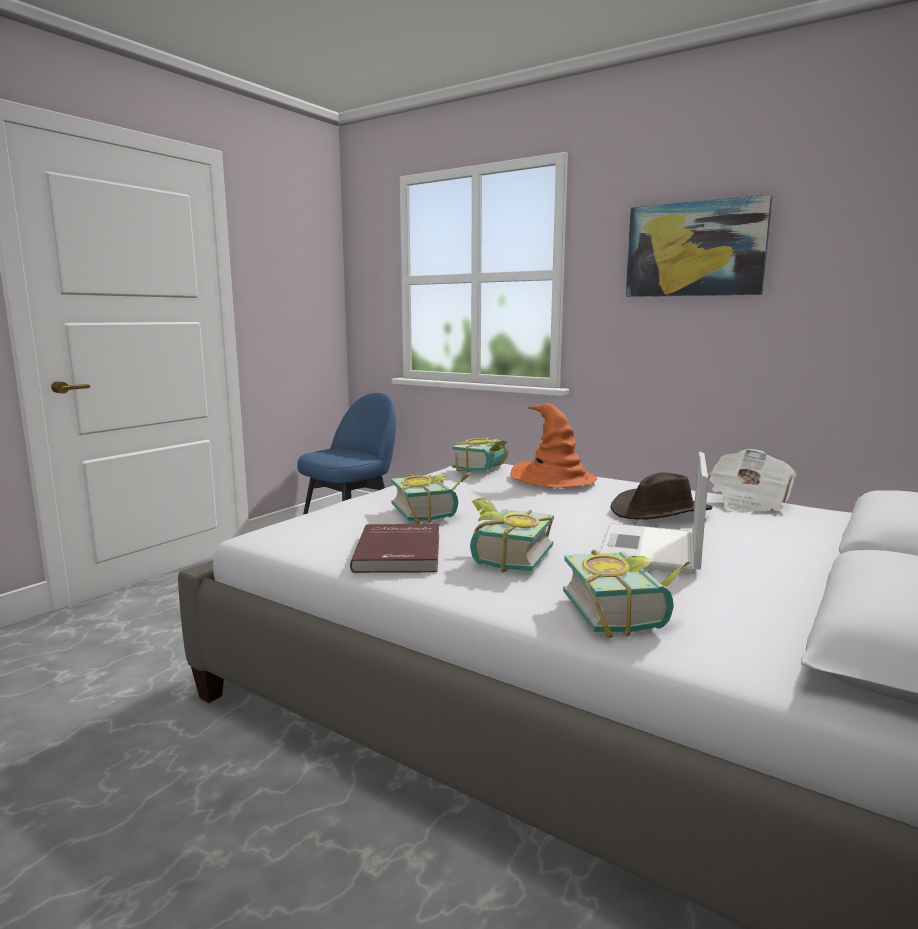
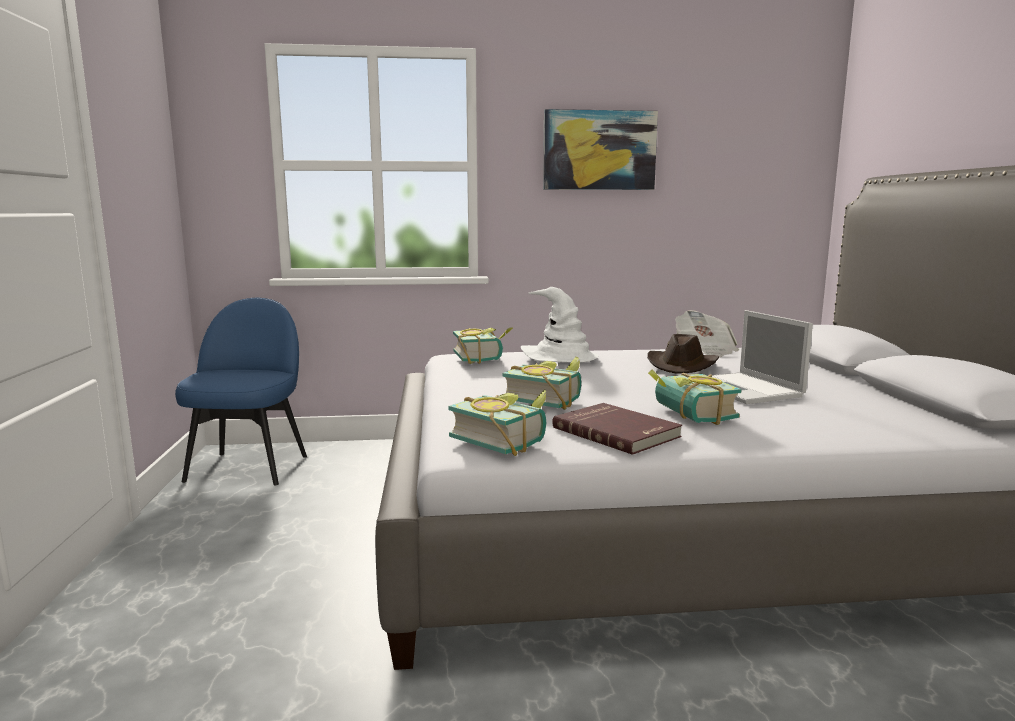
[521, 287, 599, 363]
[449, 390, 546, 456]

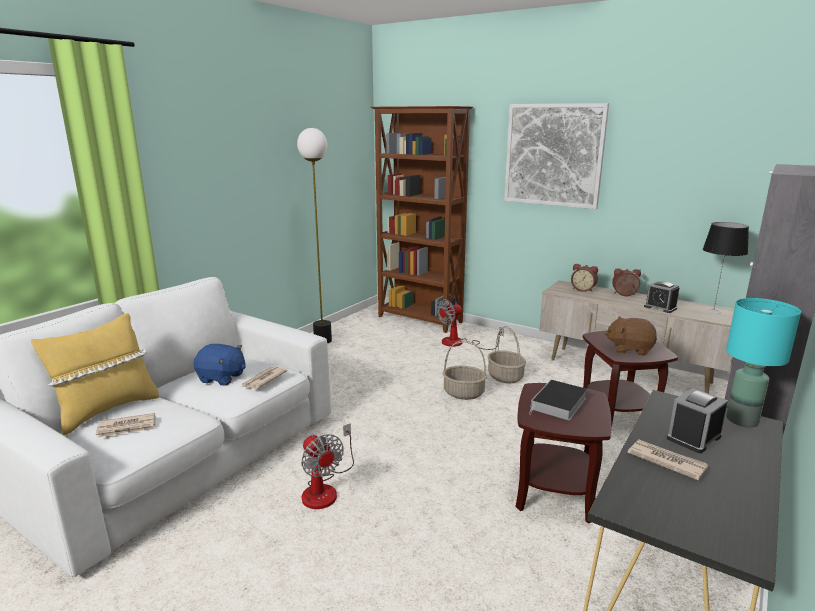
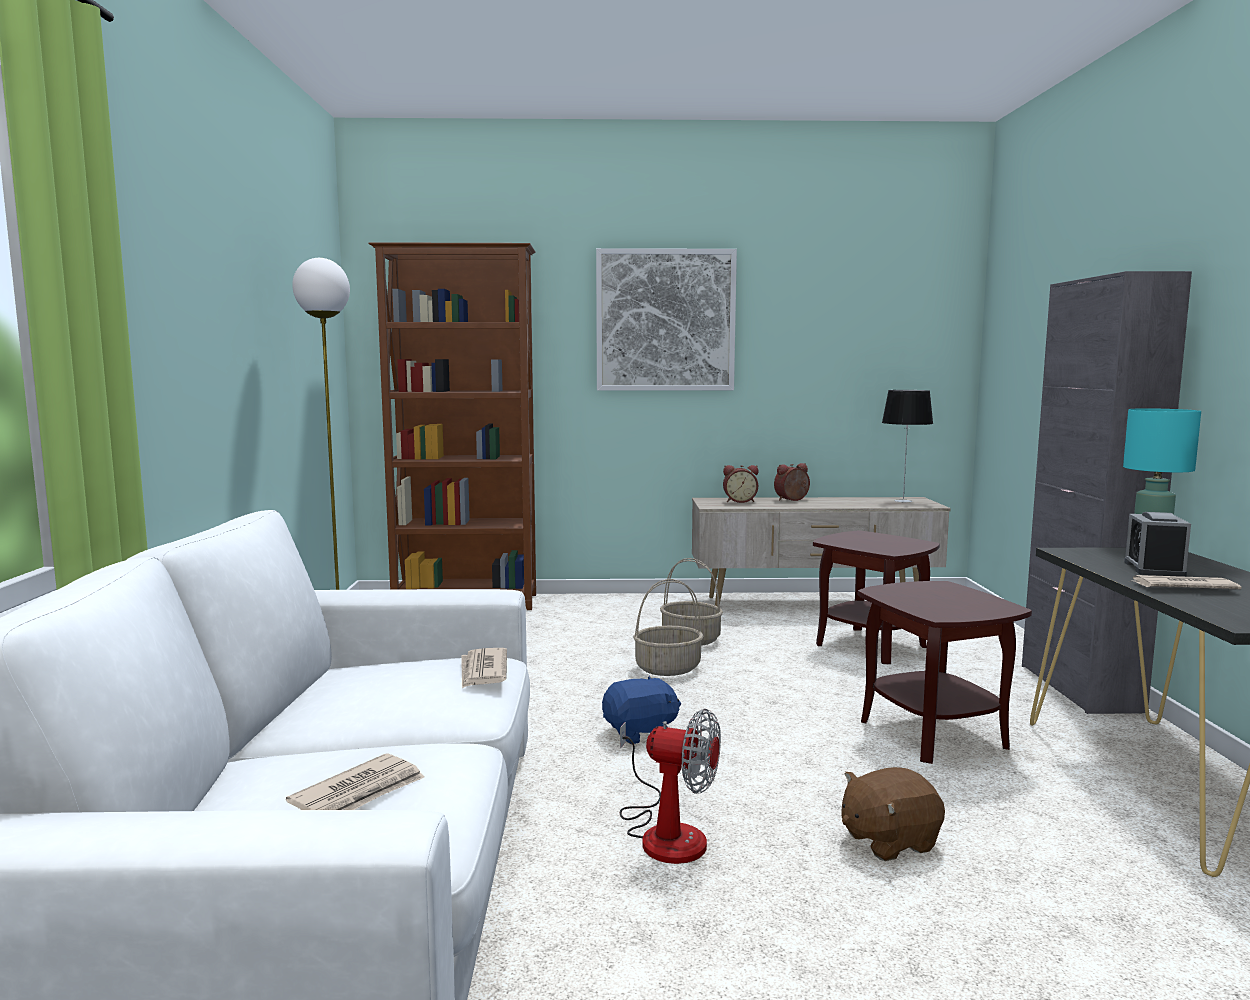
[31, 313, 159, 435] (first image)
[602, 675, 681, 744]
[437, 299, 504, 350] (first image)
[529, 380, 587, 420] (first image)
[842, 767, 945, 861]
[644, 281, 679, 313] (first image)

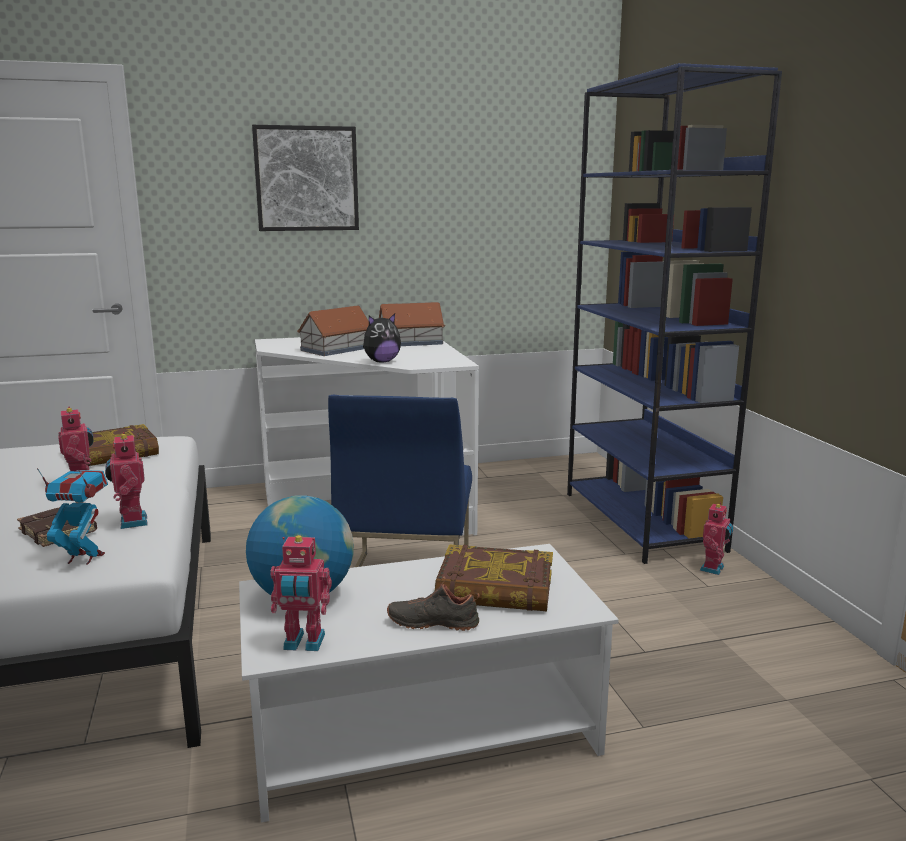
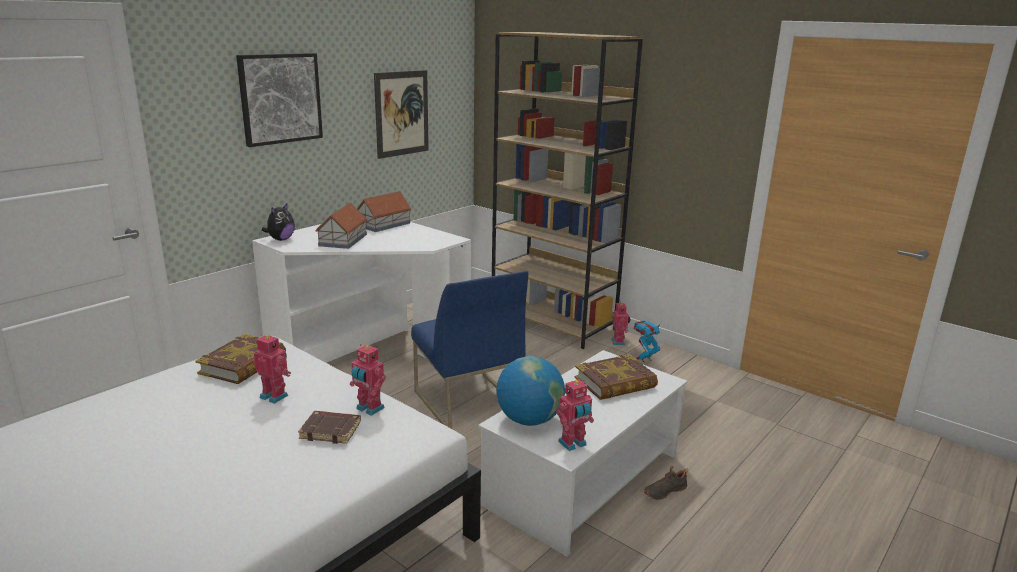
[633, 321, 662, 363]
[262, 203, 295, 241]
[644, 465, 688, 500]
[492, 32, 643, 349]
[374, 70, 429, 159]

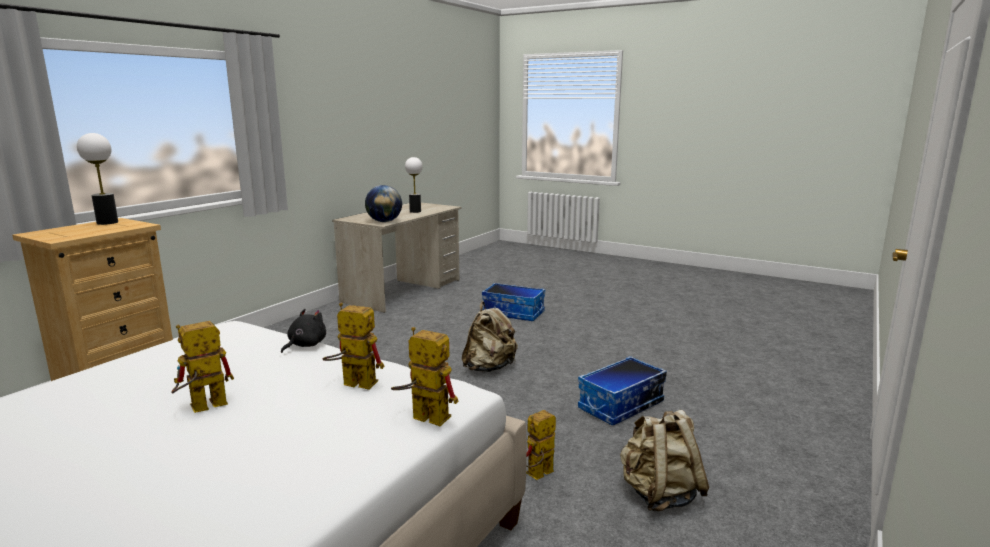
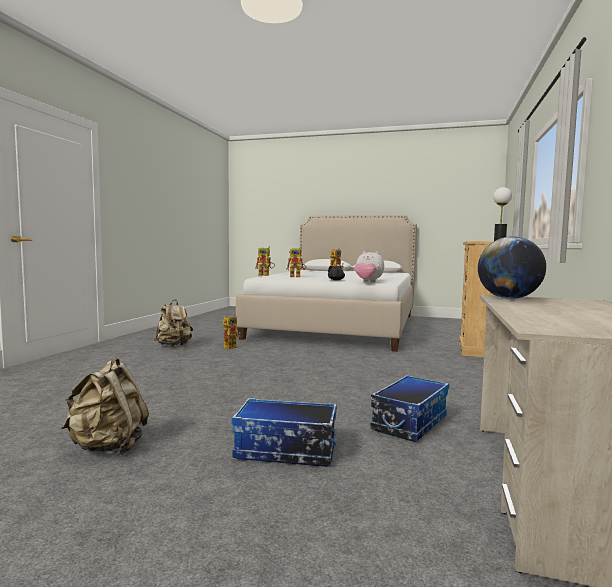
[405, 157, 423, 213] (first image)
[61, 357, 149, 455]
[370, 375, 449, 442]
[355, 251, 384, 282]

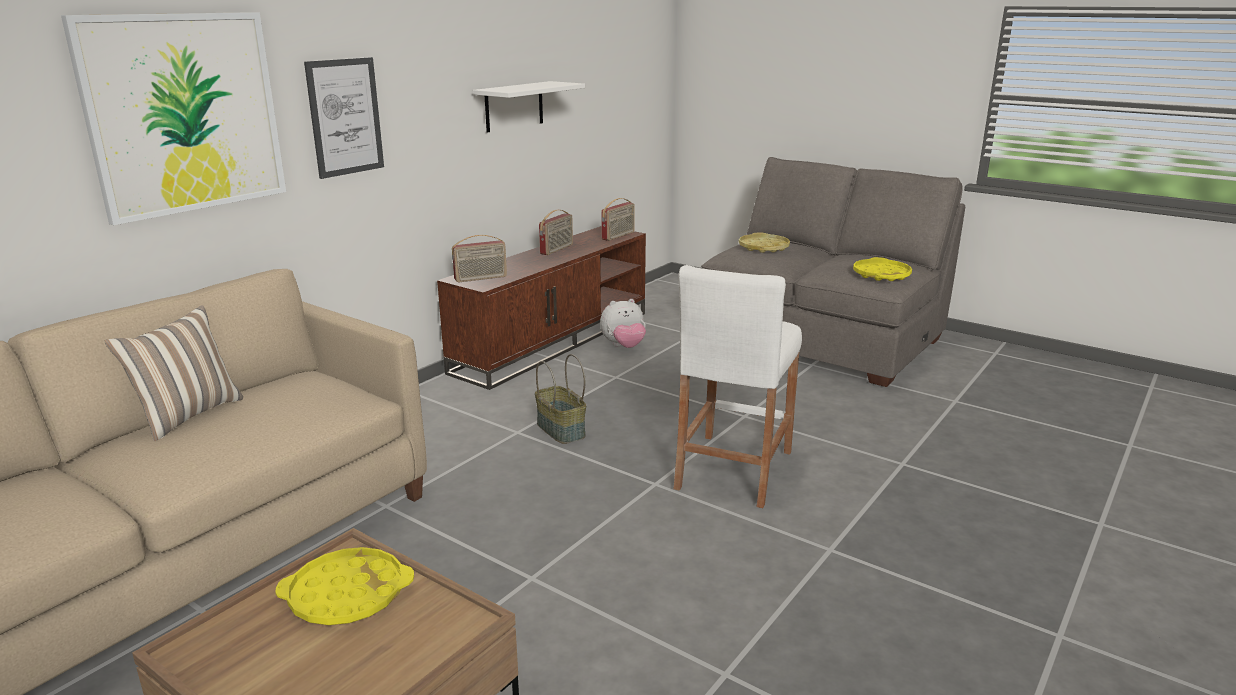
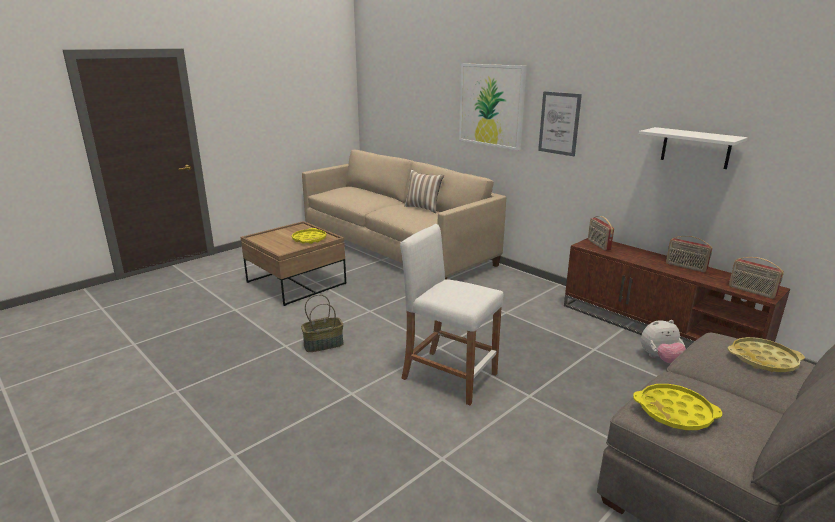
[301, 294, 344, 352]
[641, 320, 686, 363]

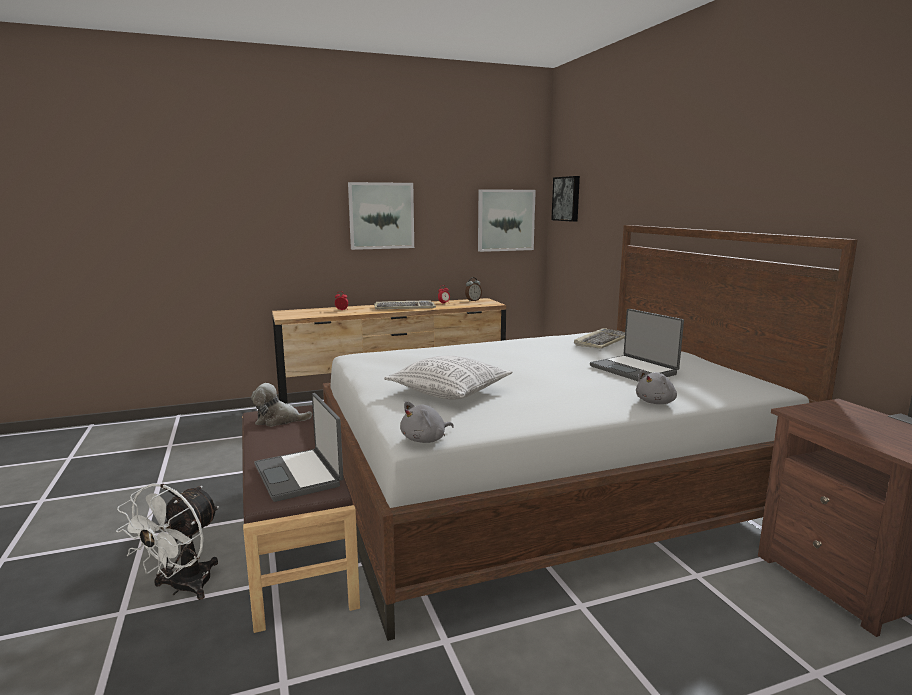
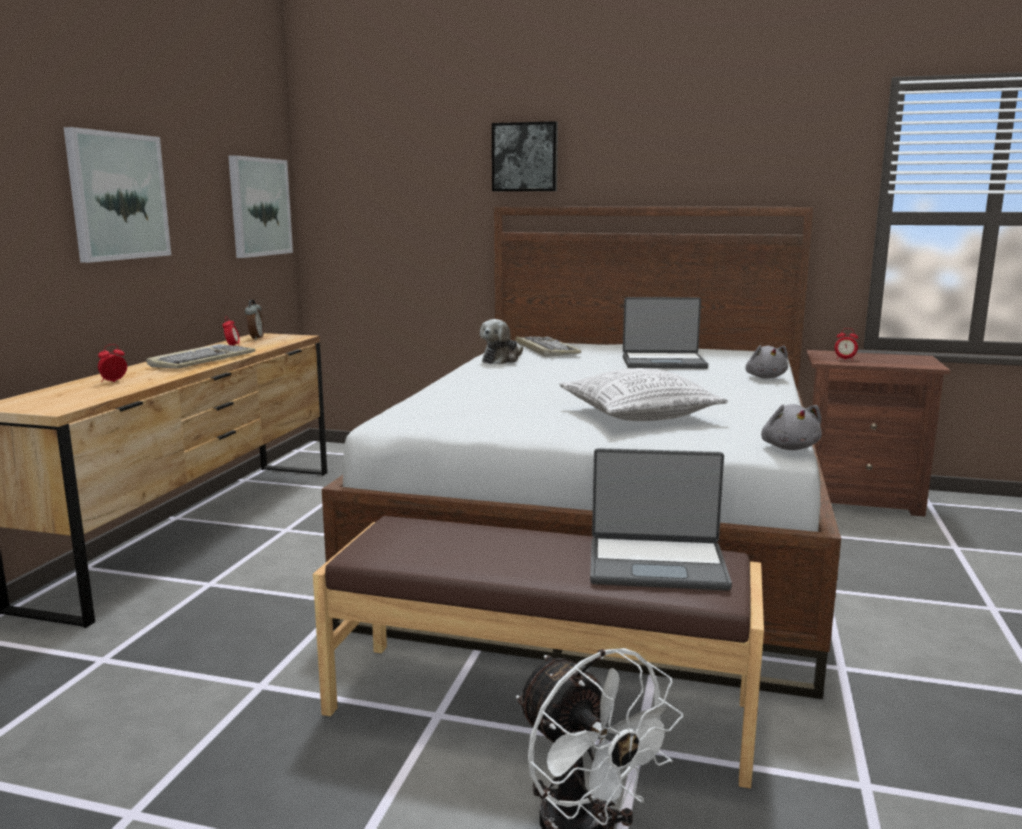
[480, 319, 523, 365]
[492, 121, 558, 191]
[835, 328, 858, 360]

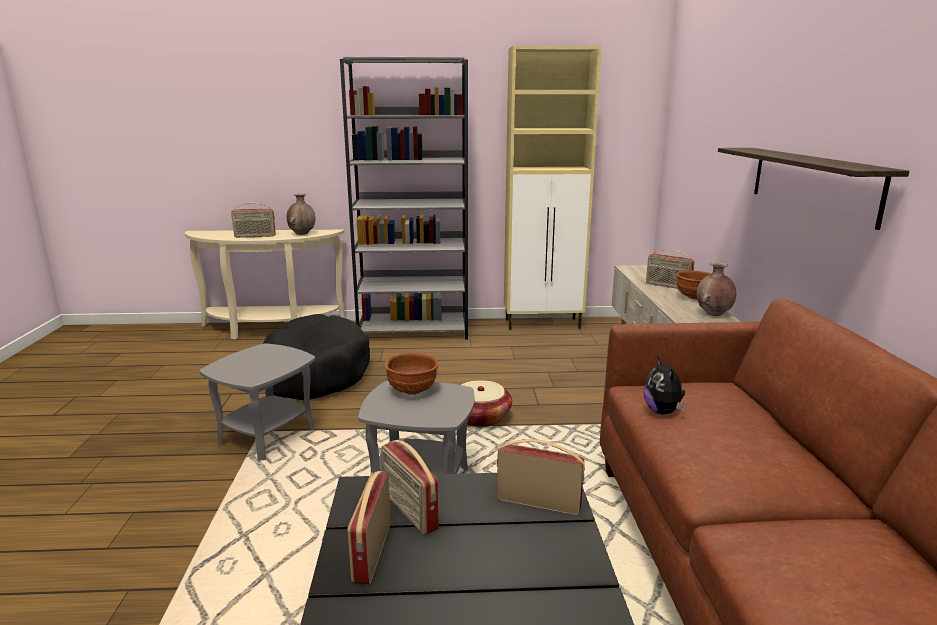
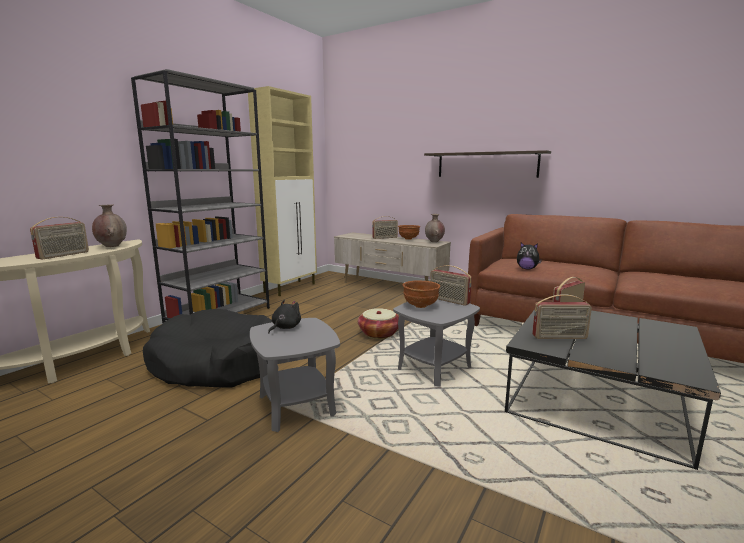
[430, 265, 472, 306]
[268, 300, 301, 333]

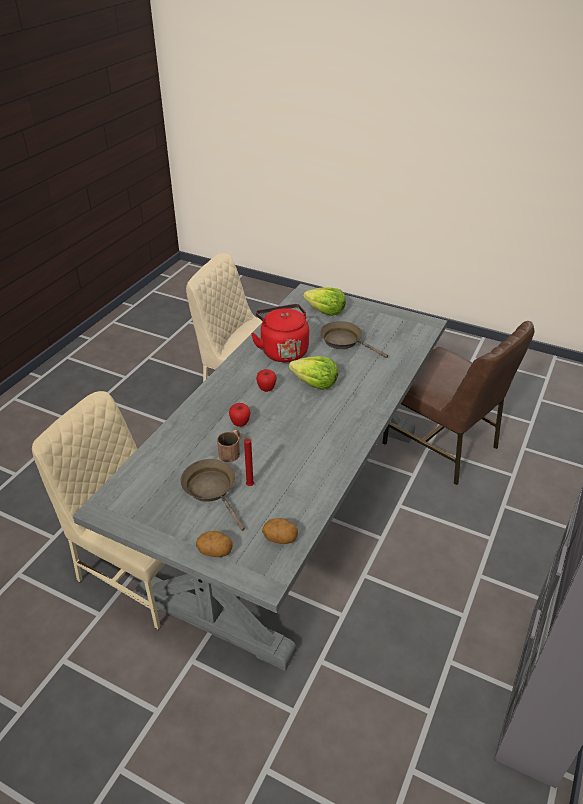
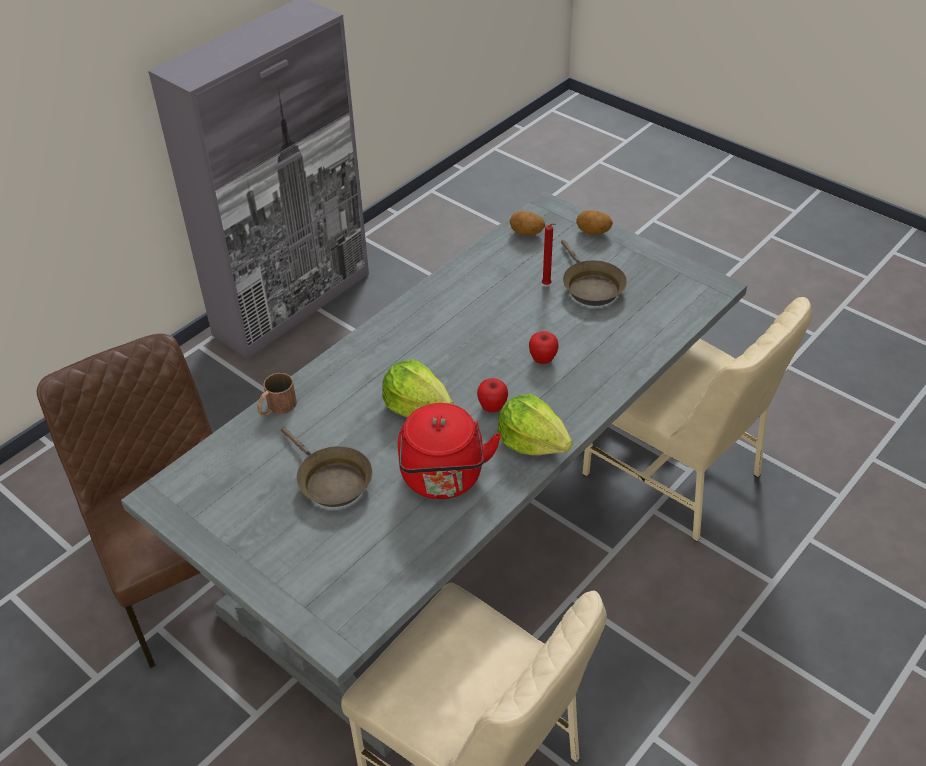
[257, 373, 297, 416]
[498, 394, 573, 455]

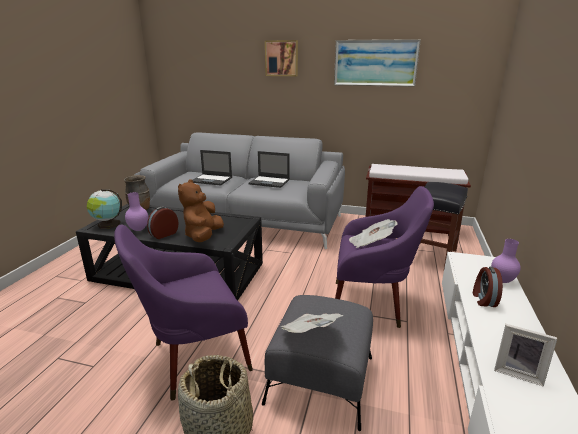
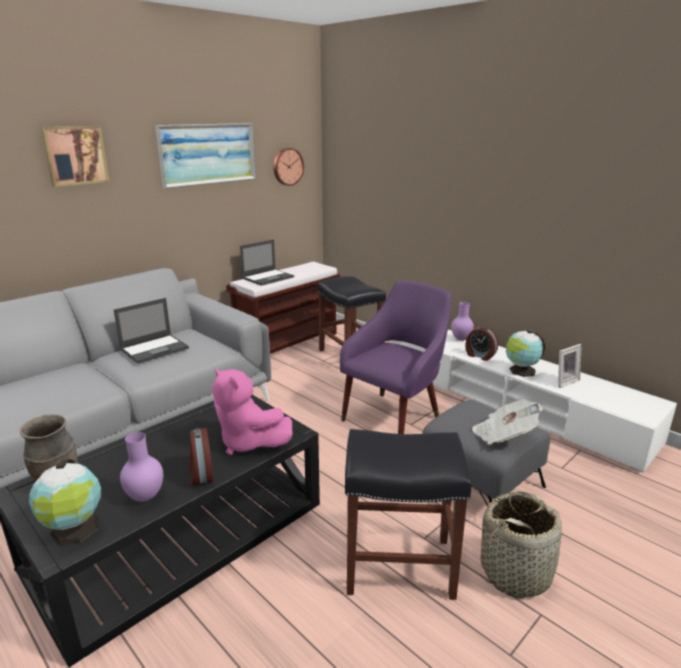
[345, 429, 471, 600]
[213, 368, 292, 455]
[240, 240, 294, 286]
[349, 219, 398, 248] (first image)
[273, 148, 304, 186]
[506, 330, 545, 377]

